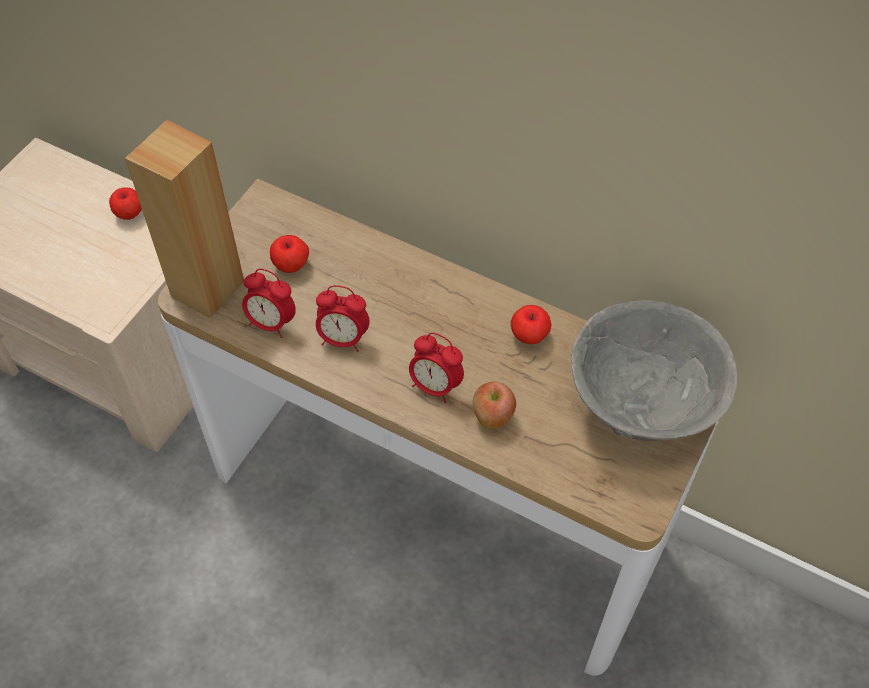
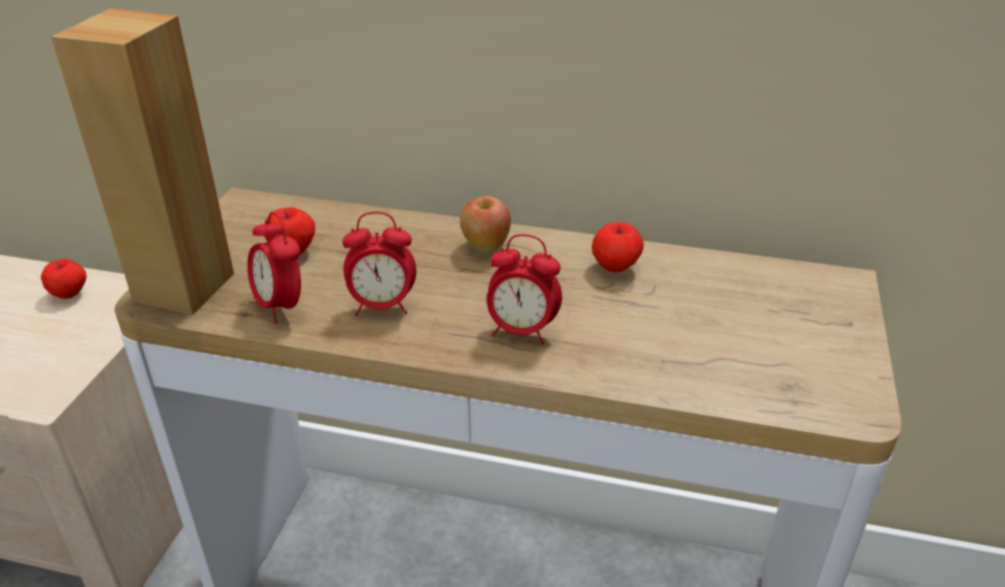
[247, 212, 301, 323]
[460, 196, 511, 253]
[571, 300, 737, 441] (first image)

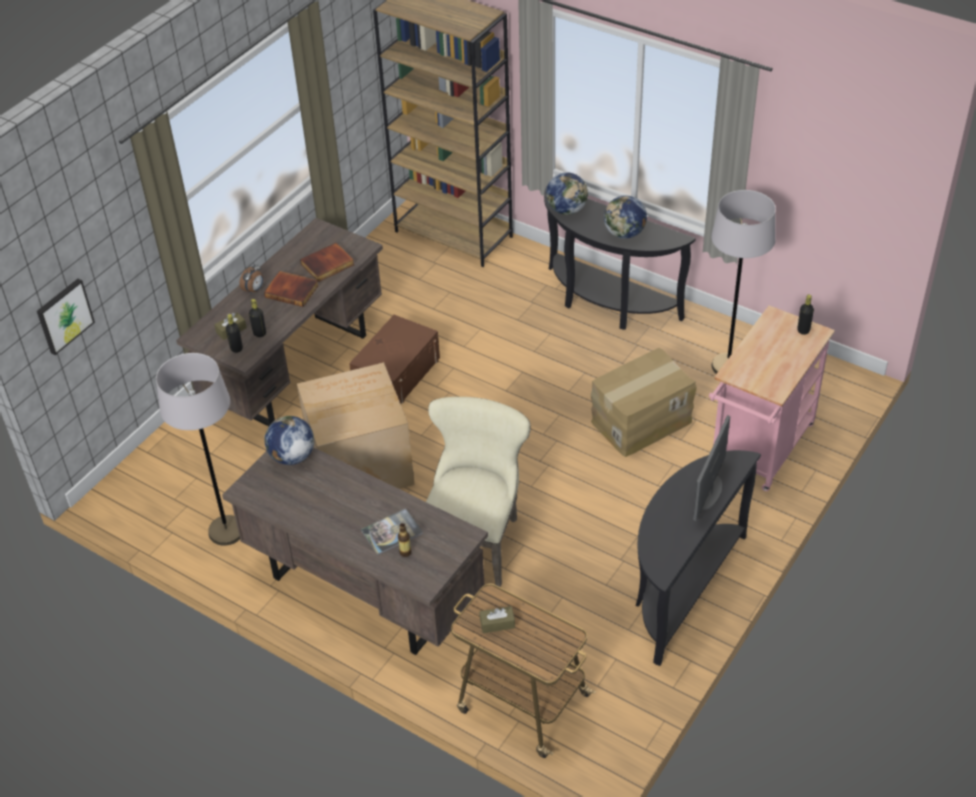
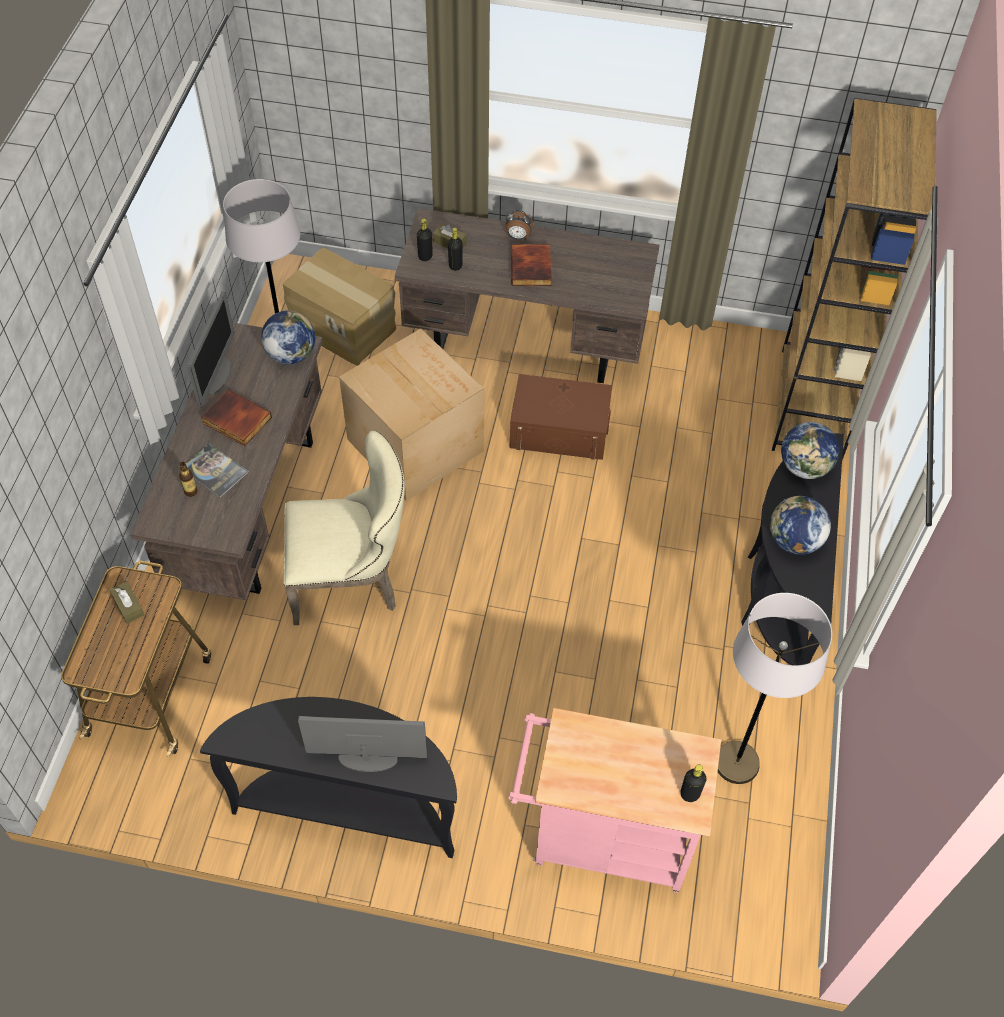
[37, 279, 95, 355] (first image)
[201, 389, 272, 446]
[283, 248, 396, 366]
[187, 291, 235, 408]

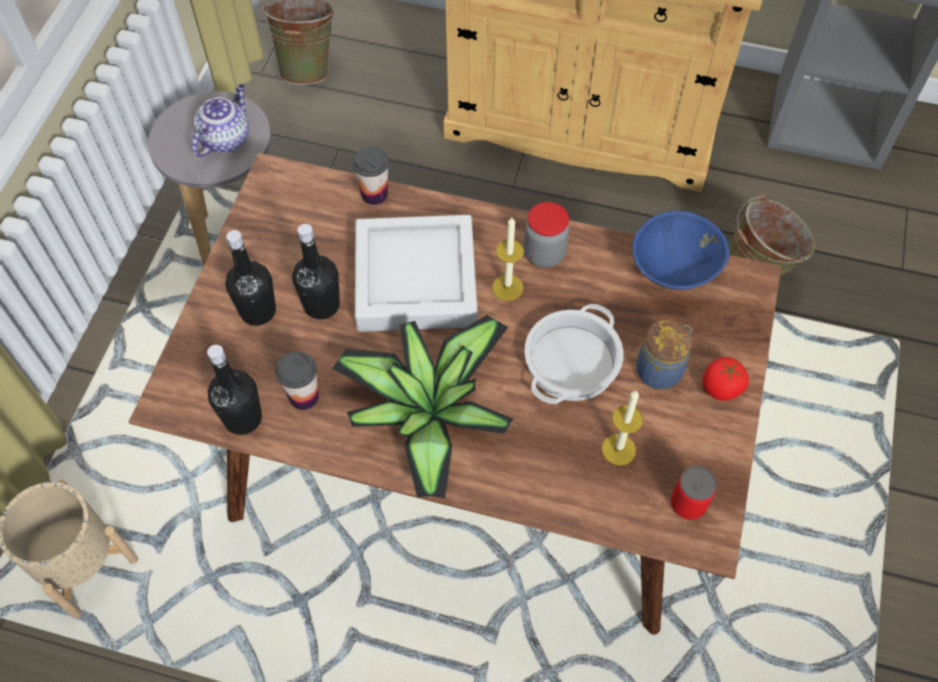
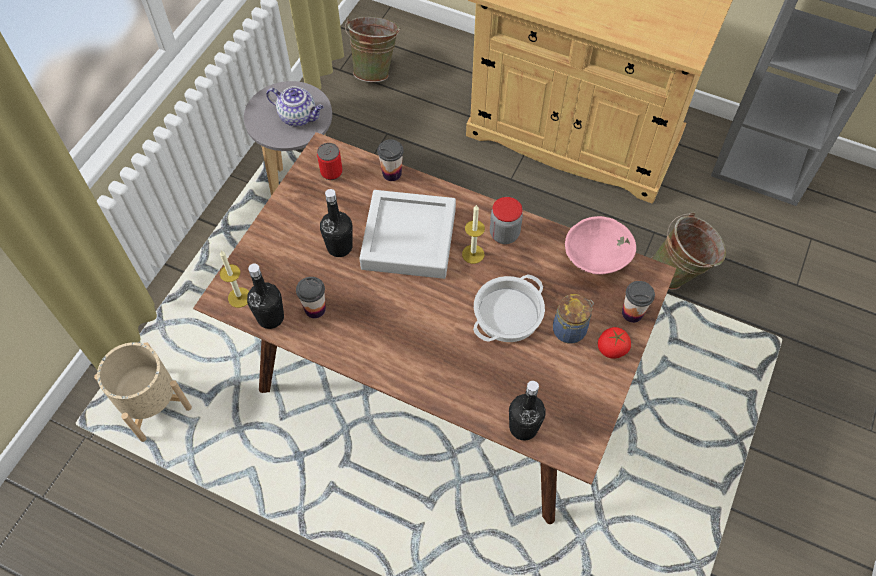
[266, 86, 323, 126]
[509, 381, 546, 440]
[332, 315, 513, 498] (first image)
[220, 251, 249, 308]
[565, 216, 636, 275]
[317, 143, 343, 180]
[622, 281, 655, 323]

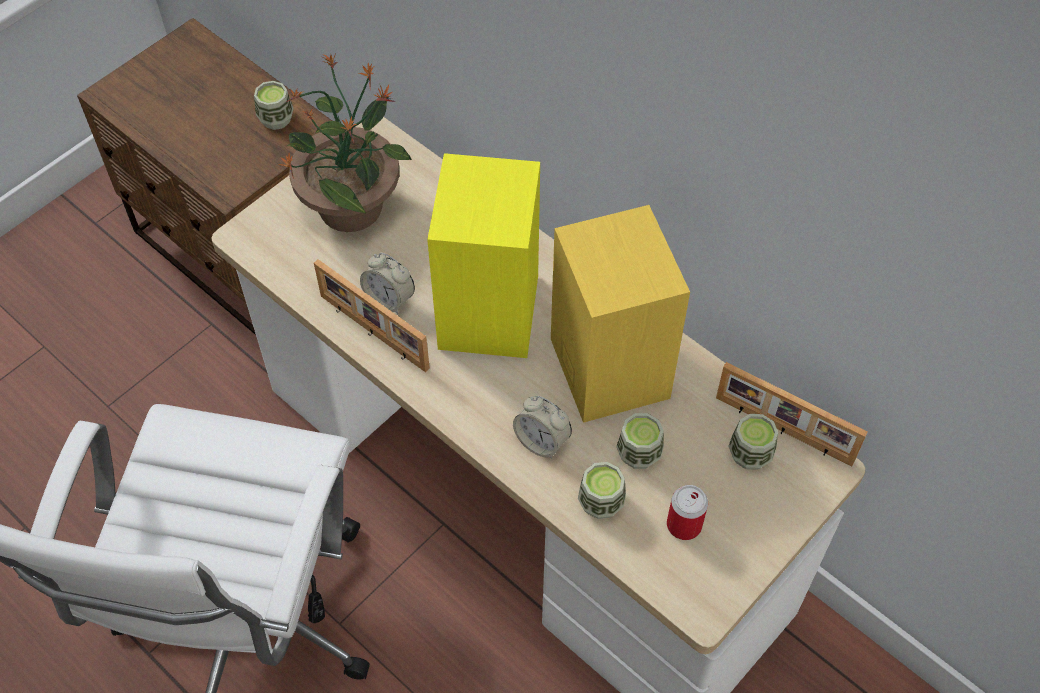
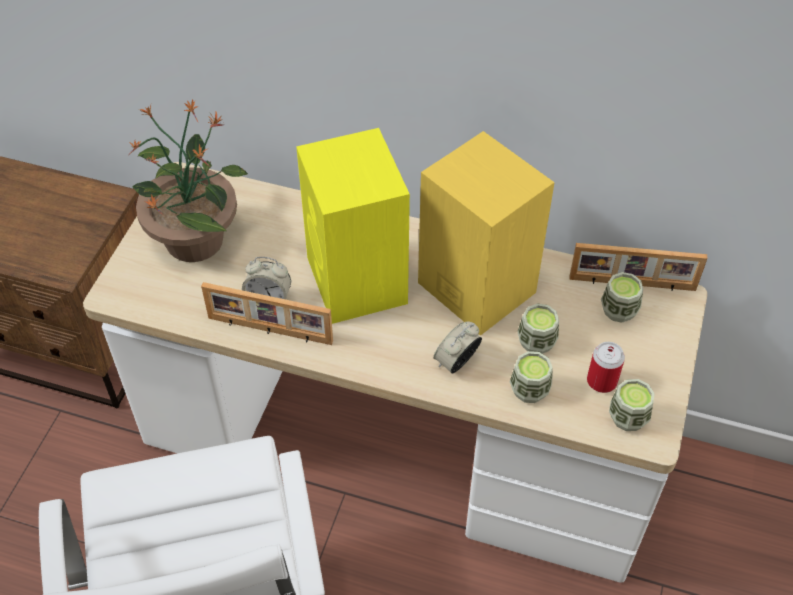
[609, 379, 655, 431]
[433, 321, 482, 374]

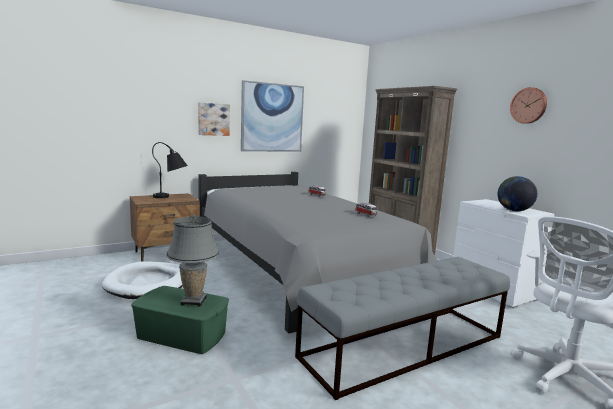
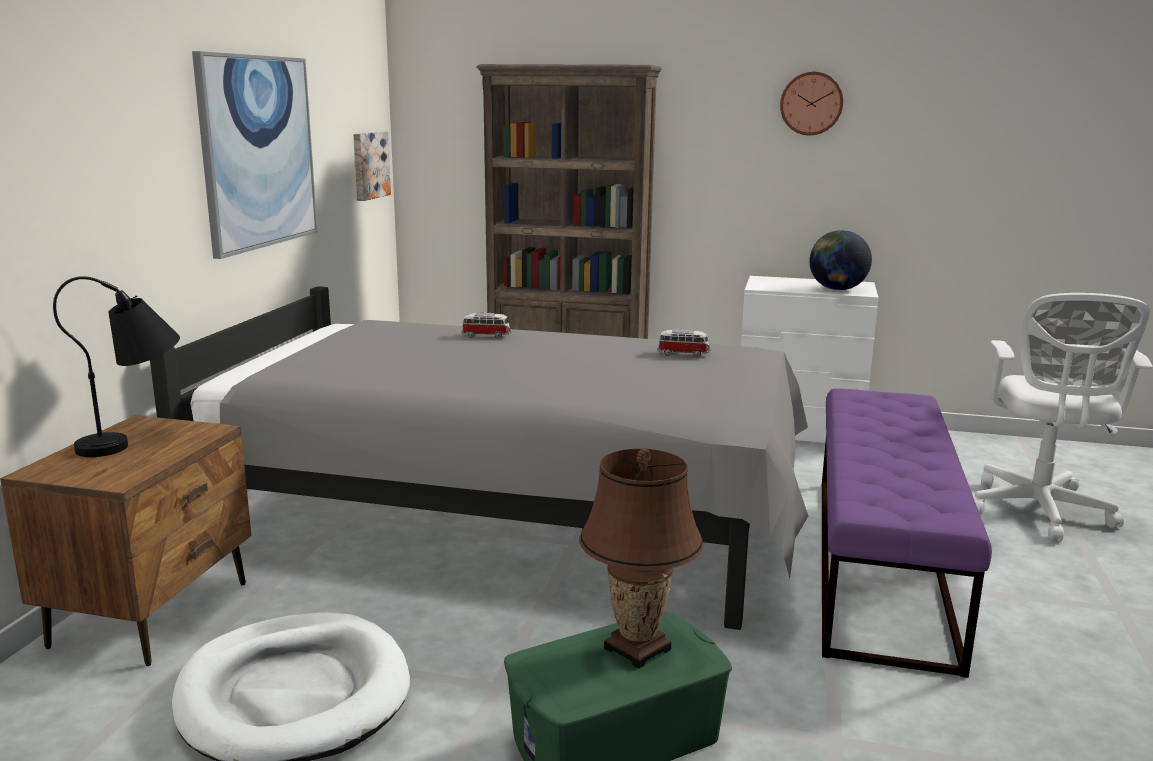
[579, 449, 704, 669]
[353, 131, 391, 201]
[822, 388, 992, 678]

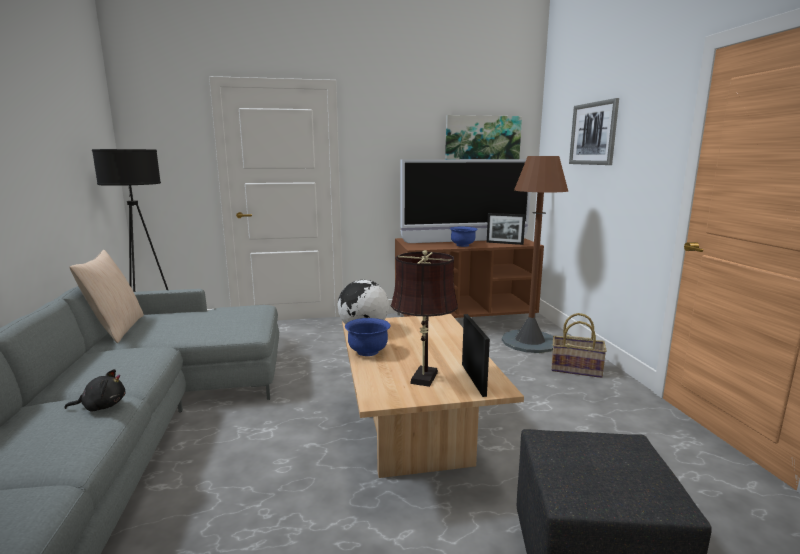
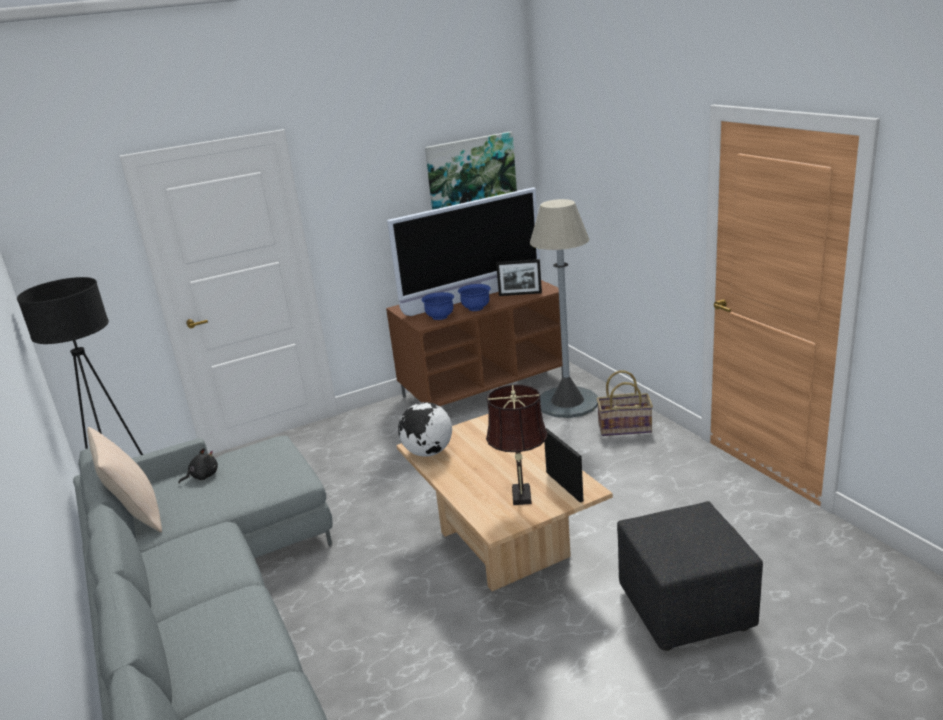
[178, 448, 218, 484]
[421, 292, 454, 320]
[530, 199, 598, 418]
[569, 98, 619, 165] (first image)

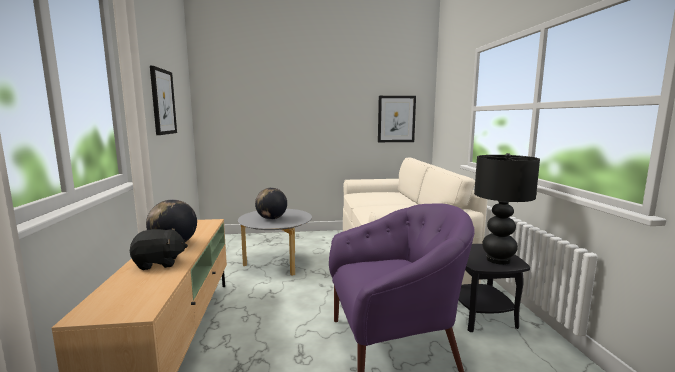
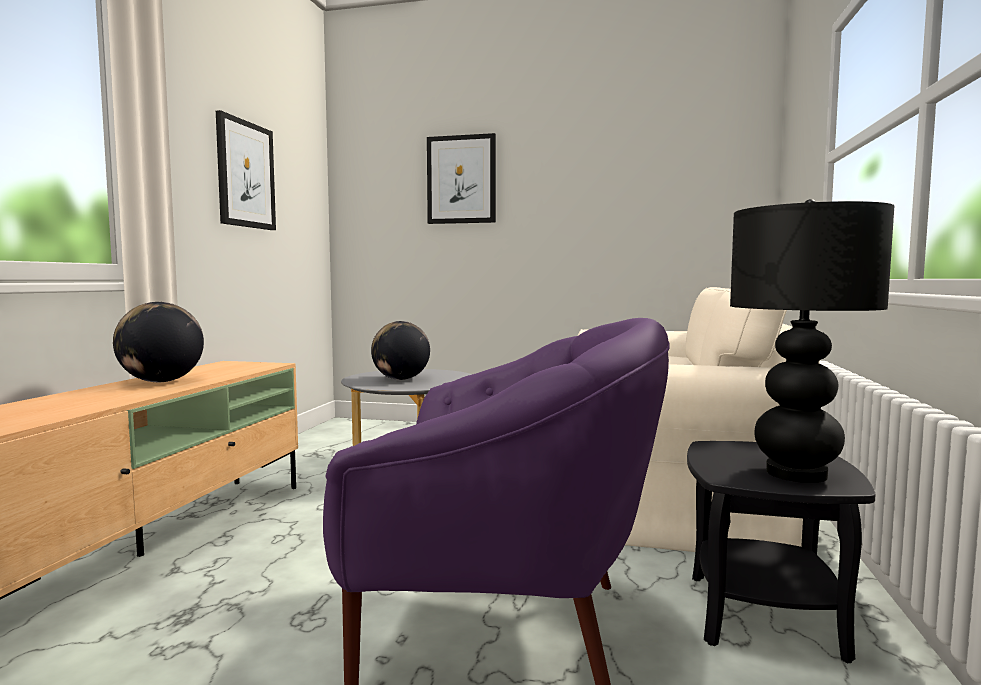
[130, 228, 188, 270] (first image)
[427, 133, 496, 224]

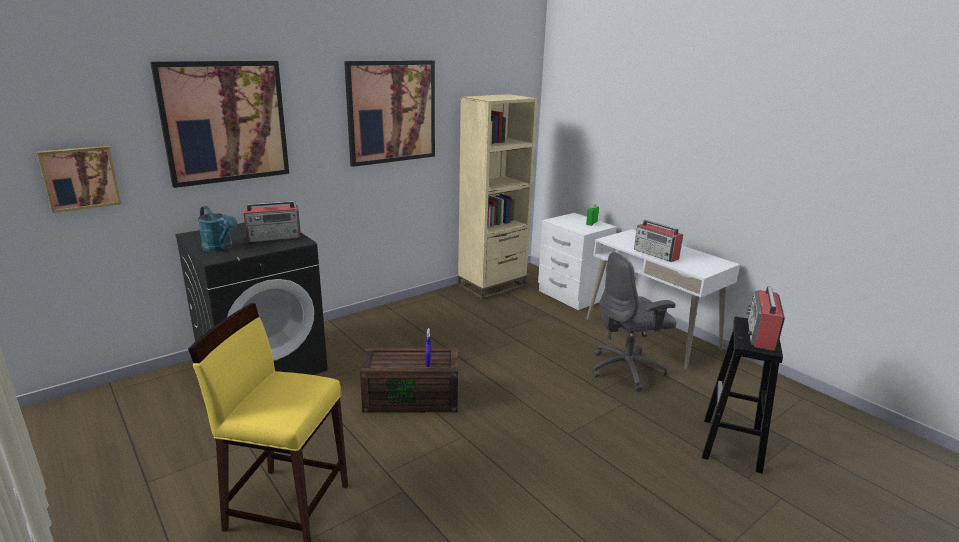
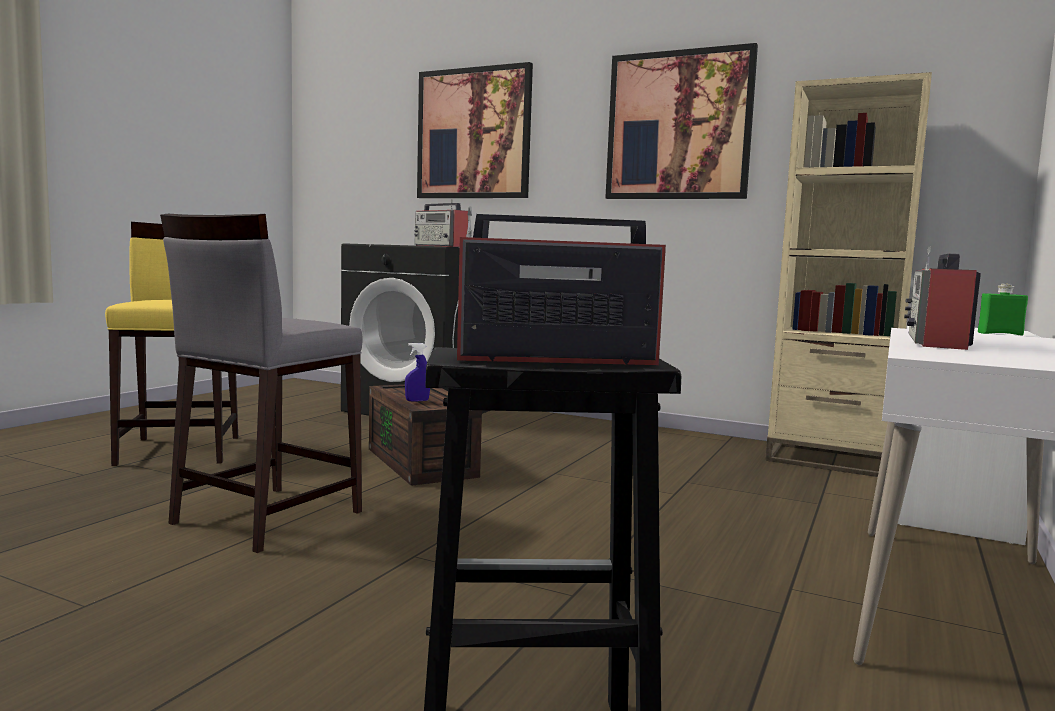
[37, 146, 121, 213] (first image)
[197, 206, 237, 252] (first image)
[592, 252, 676, 392] (first image)
[160, 214, 363, 553]

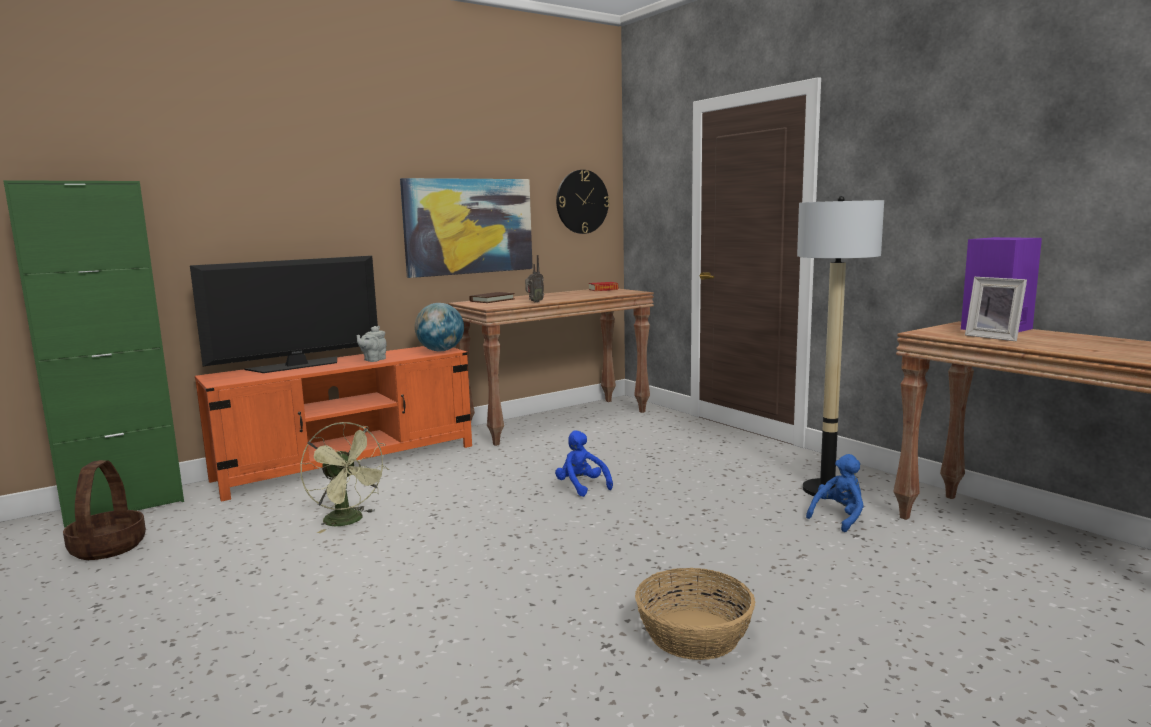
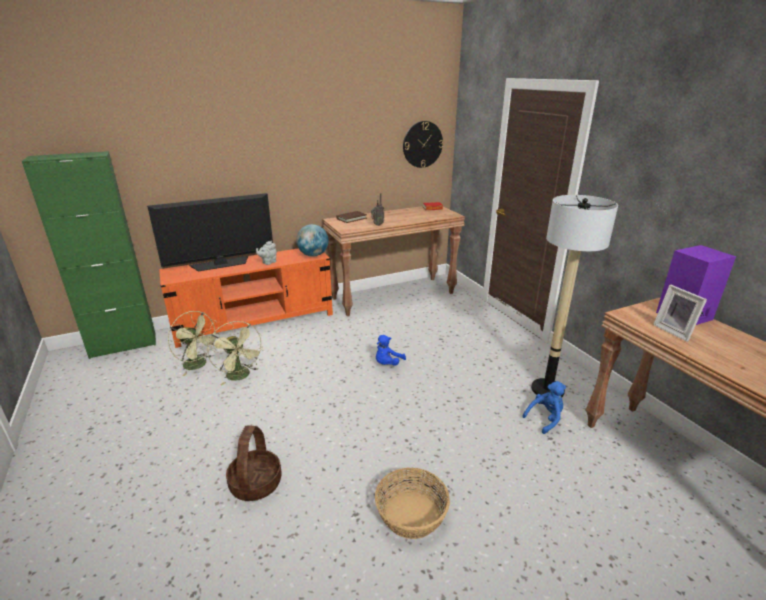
[226, 426, 282, 501]
[400, 178, 533, 278] (first image)
[376, 335, 406, 366]
[168, 311, 220, 376]

